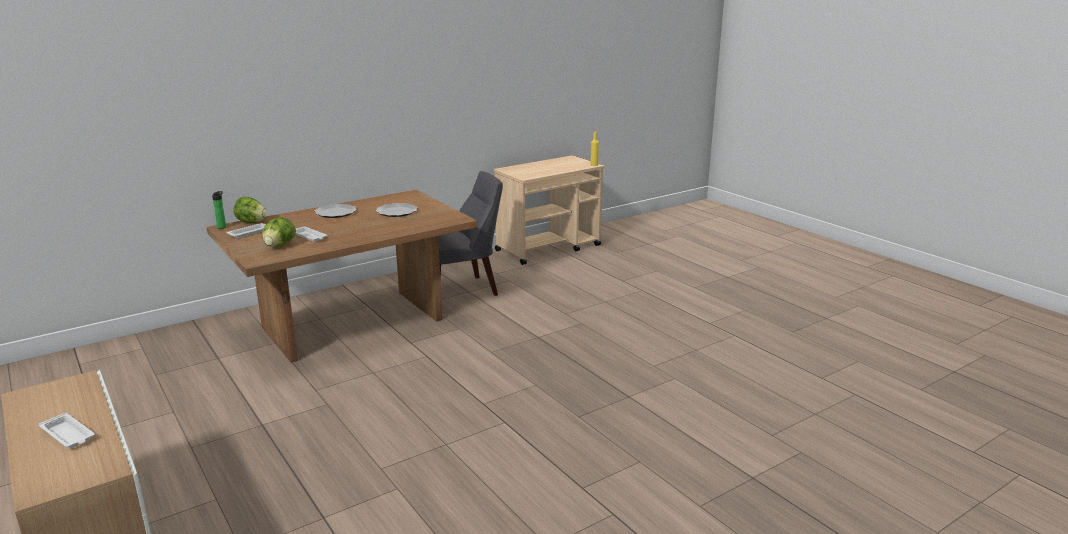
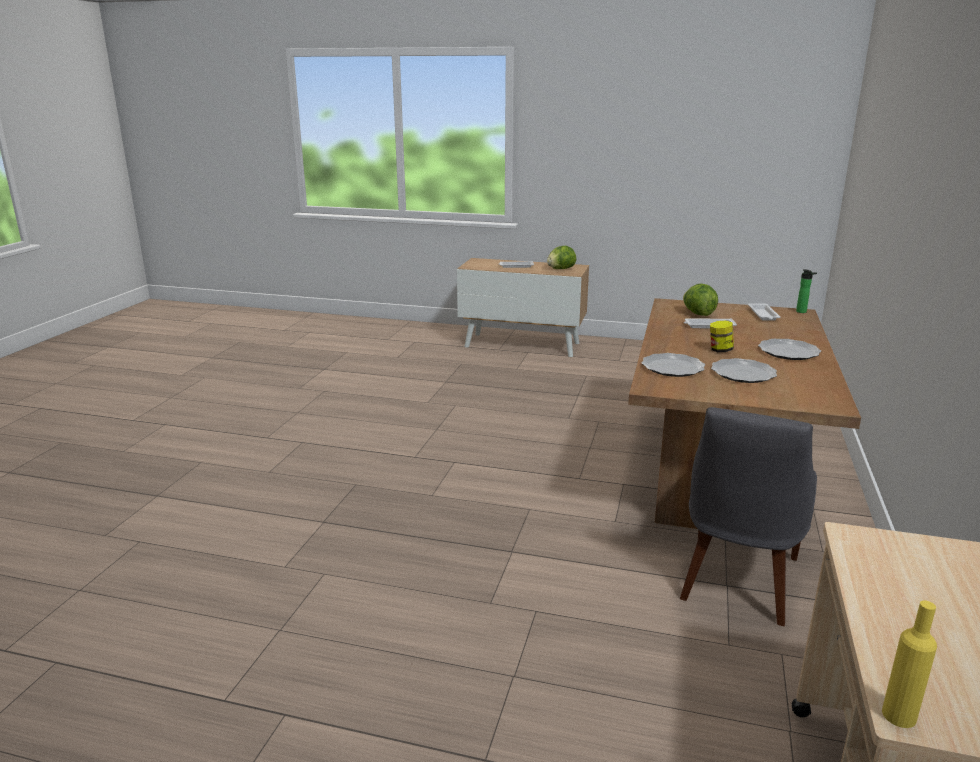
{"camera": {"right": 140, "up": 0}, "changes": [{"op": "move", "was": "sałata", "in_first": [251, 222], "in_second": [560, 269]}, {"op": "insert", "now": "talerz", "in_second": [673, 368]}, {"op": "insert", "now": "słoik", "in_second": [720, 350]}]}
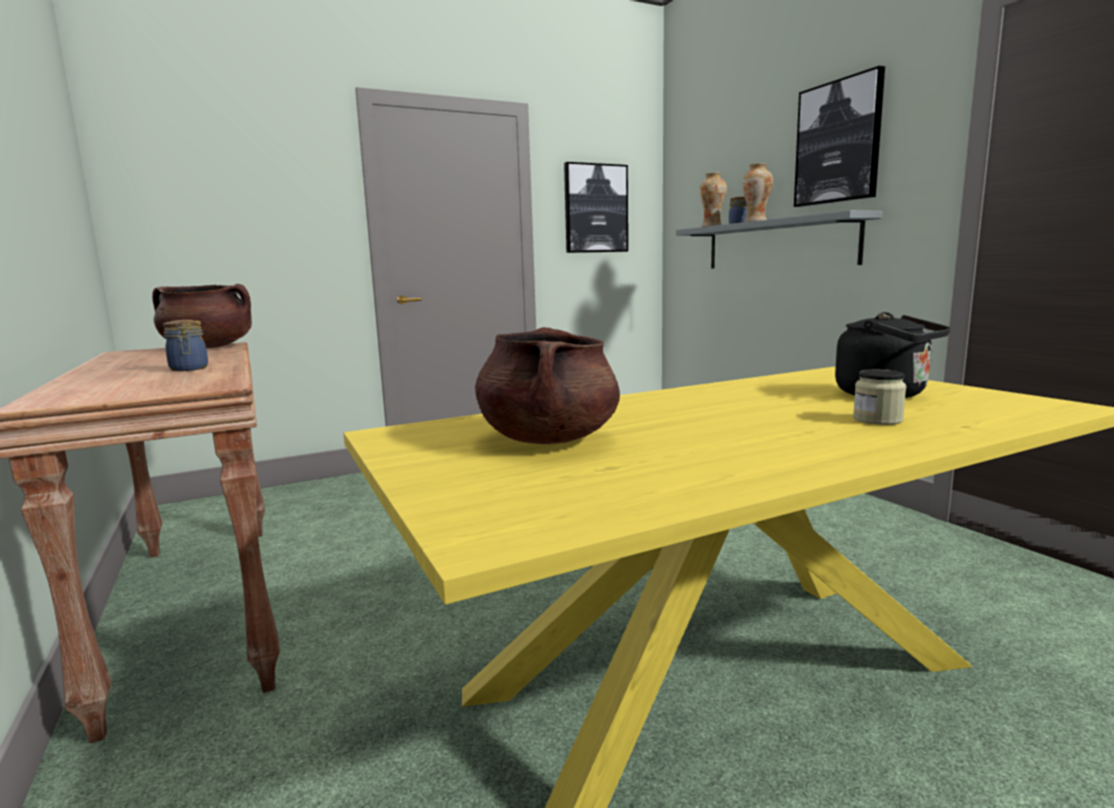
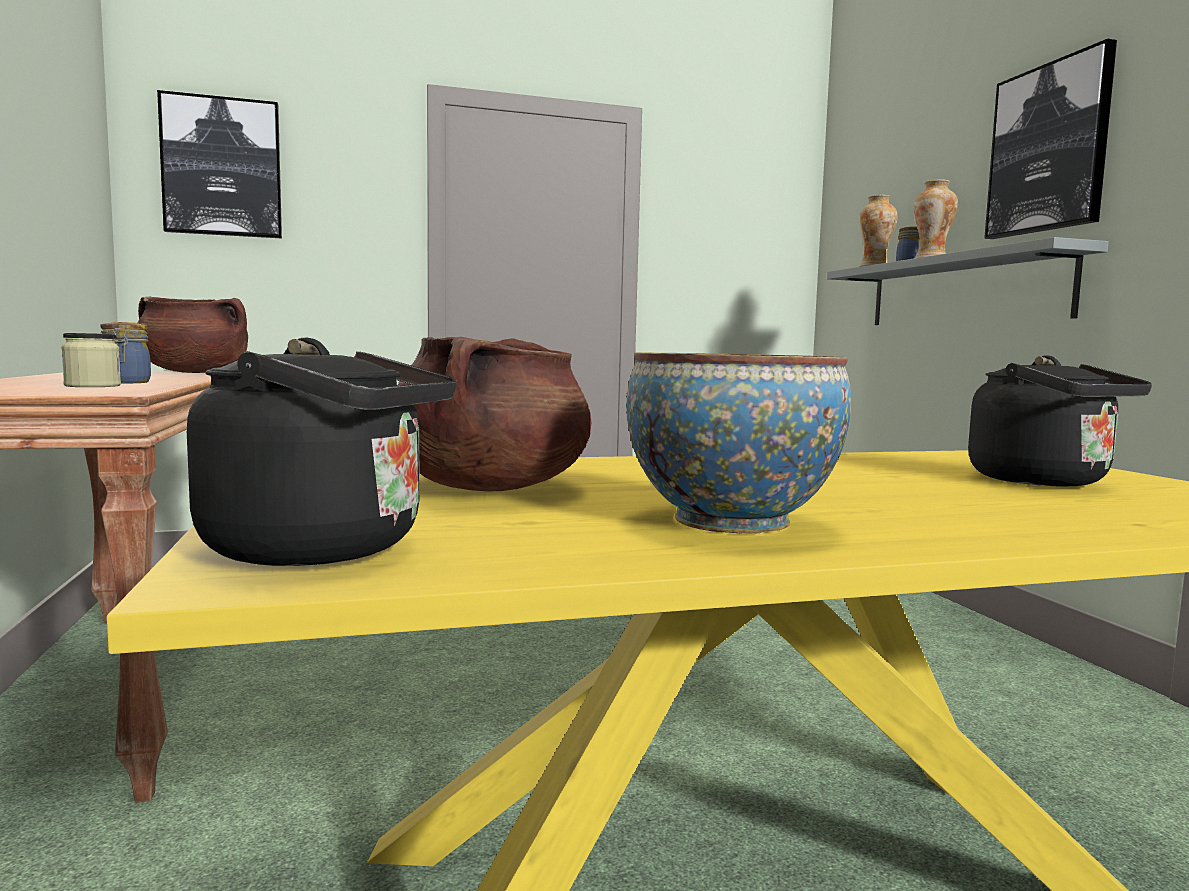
{"camera": {"right": 10, "up": -5}, "changes": [{"op": "move", "was": "obraz", "in_first": [595, 208], "in_second": [222, 167]}, {"op": "move", "was": "słoik", "in_first": [877, 419], "in_second": [92, 386]}, {"op": "insert", "now": "czajnik [czarny]", "in_second": [328, 548]}, {"op": "insert", "now": "miska", "in_second": [731, 521]}]}
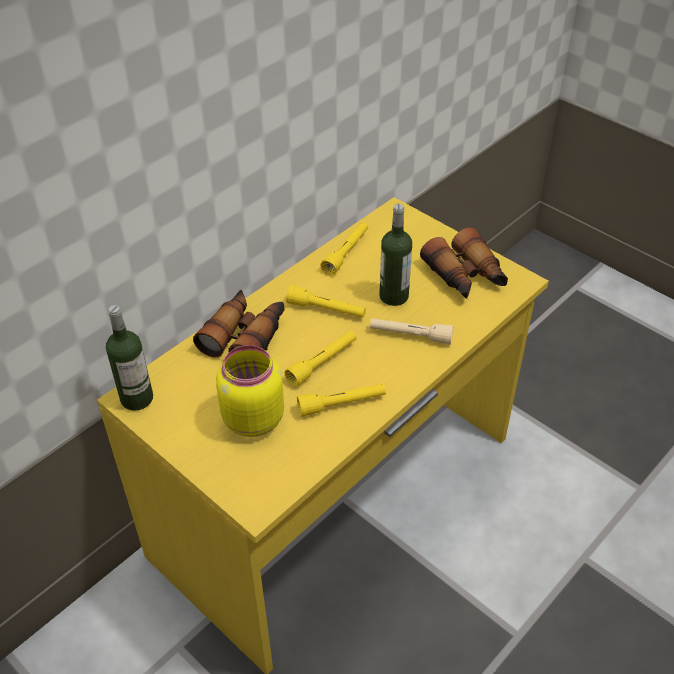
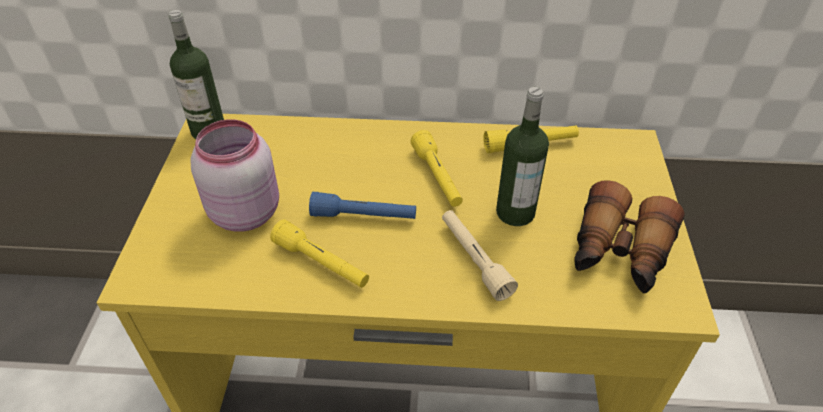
{"camera": {"right": 50, "up": 0}, "changes": [{"op": "delete", "was": "lornetka", "in_first": [245, 335]}, {"op": "recolor", "was": "słoik [żółty]", "now": "słoik [różowy]", "in_first": [251, 419], "in_second": [245, 211]}, {"op": "recolor", "was": "latarka [żółty]", "now": "latarka [niebieski]", "in_first": [322, 363], "in_second": [364, 216]}]}
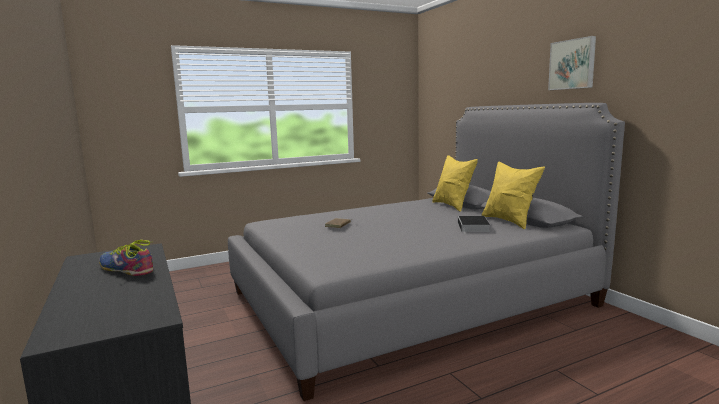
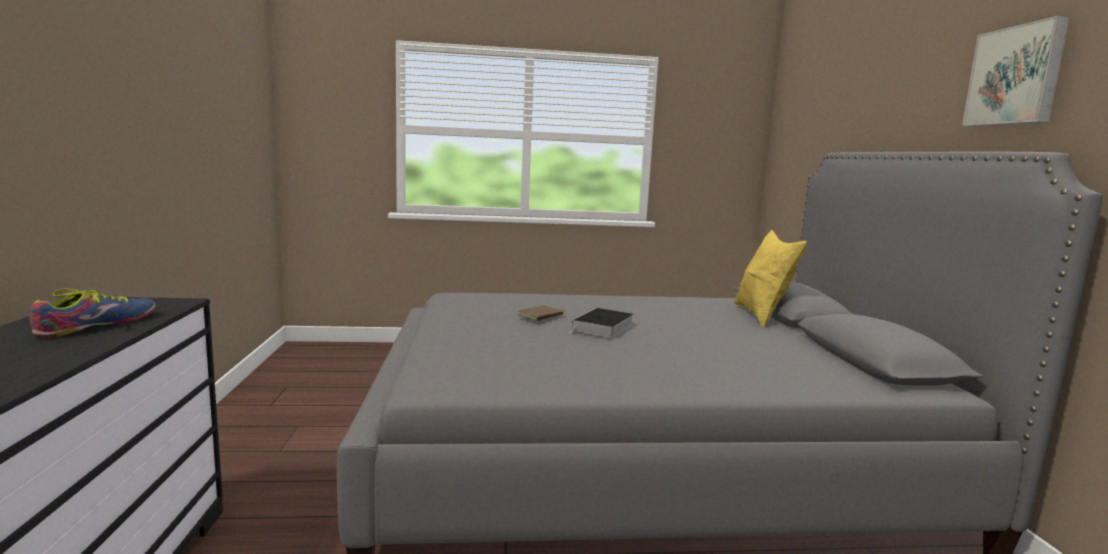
{"camera": {"right": 20, "up": 0}, "changes": [{"op": "rotate", "was": "but", "in_first": [126, 269], "in_second": [97, 325], "clockwise": 60}, {"op": "move", "was": "książka", "in_first": [473, 227], "in_second": [602, 328]}, {"op": "delete", "was": "poduszka [żółty]", "in_first": [509, 221]}]}
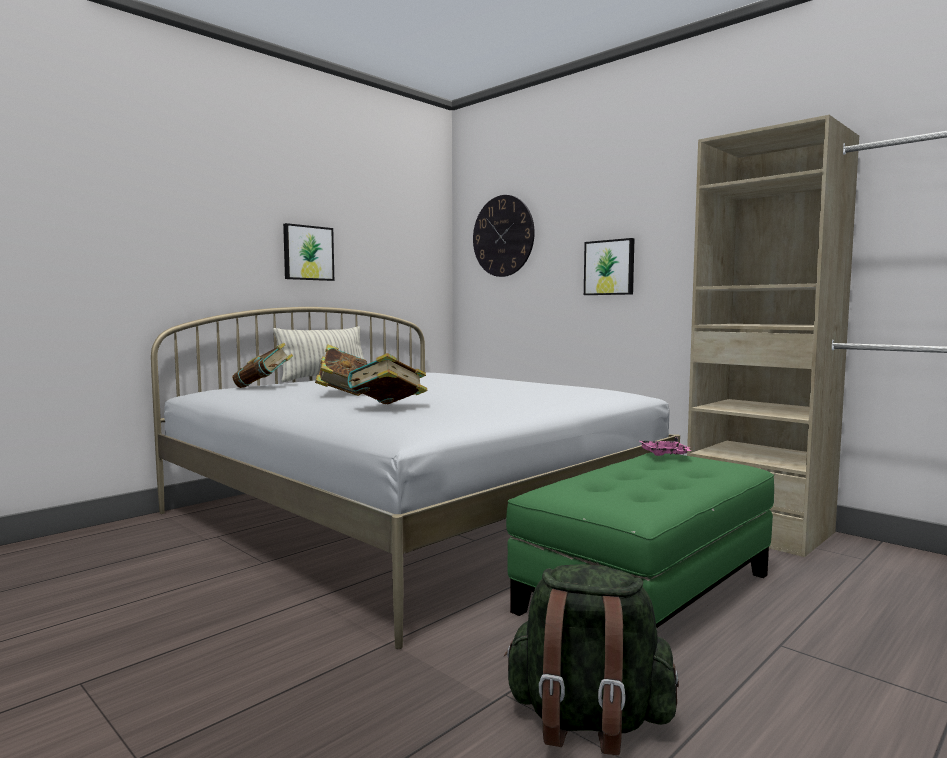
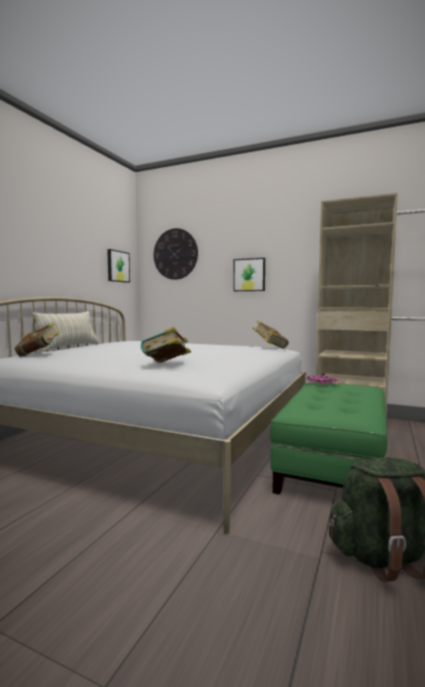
{"camera": {"right": -20, "up": 0}, "changes": [{"op": "move", "was": "obraz", "in_first": [308, 253], "in_second": [117, 266]}, {"op": "move", "was": "książka", "in_first": [342, 393], "in_second": [270, 348]}]}
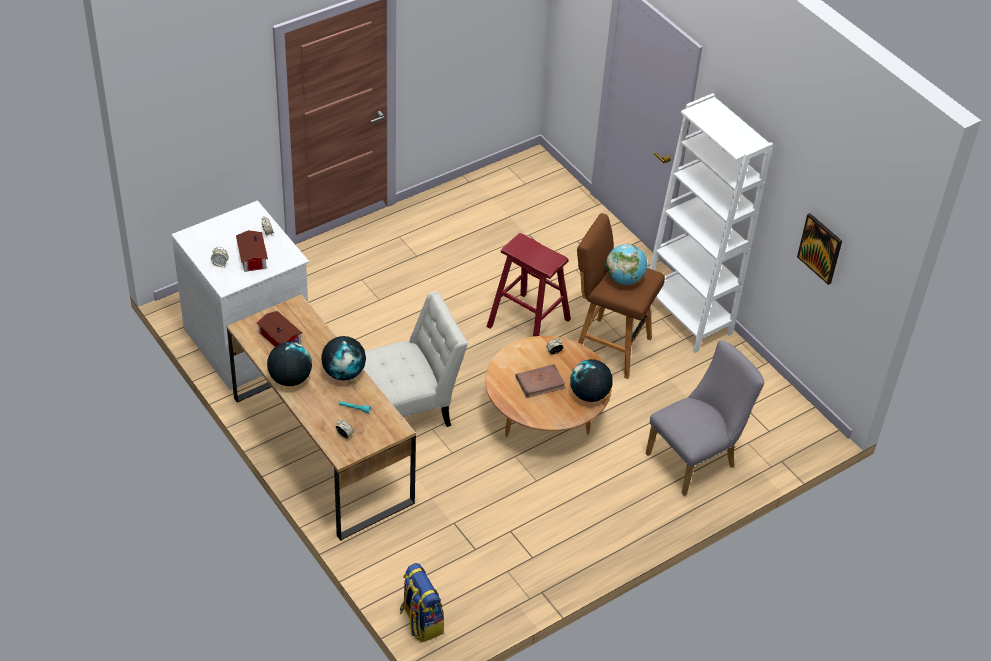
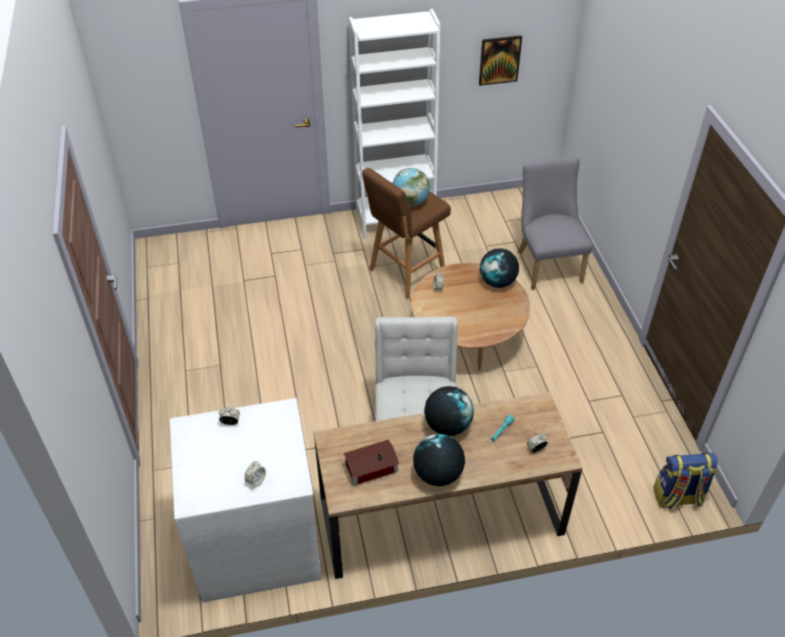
{"camera": {"right": -65, "up": 0}, "changes": [{"op": "delete", "was": "domek", "in_first": [251, 258]}, {"op": "delete", "was": "stołek [czerwony]", "in_first": [528, 323]}, {"op": "delete", "was": "książka [brązowy]", "in_first": [540, 382]}]}
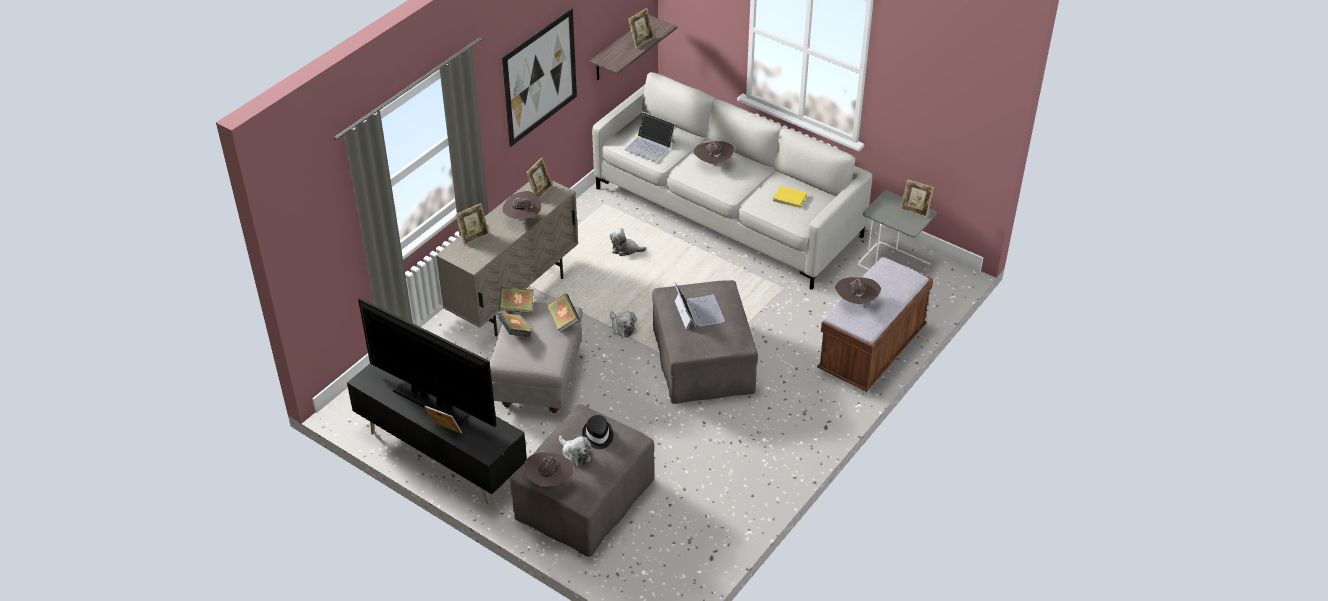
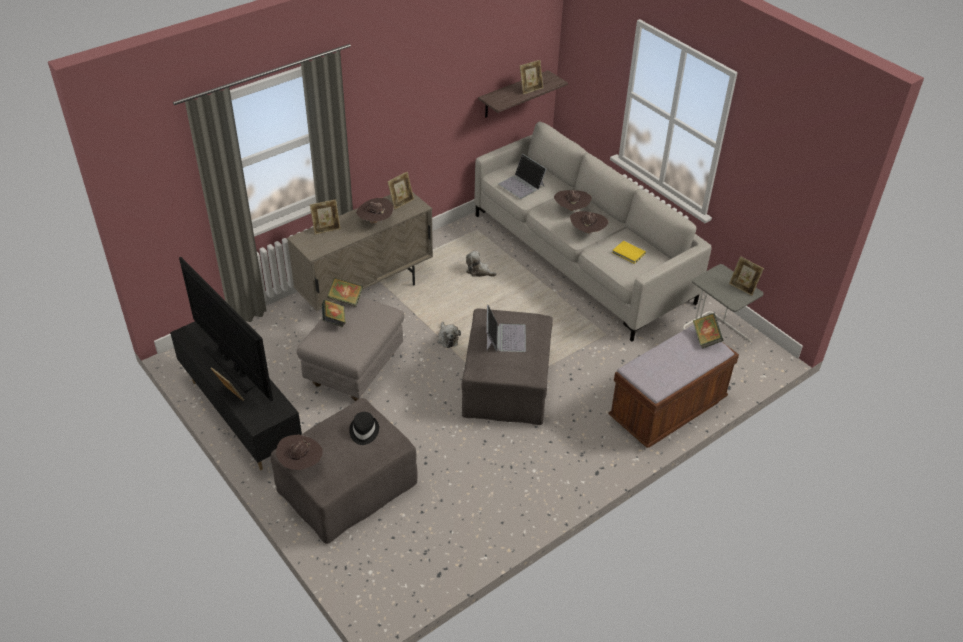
{"camera": {"right": 15, "up": 0}, "changes": [{"op": "delete", "was": "obraz", "in_first": [540, 77]}, {"op": "move", "was": "książka", "in_first": [563, 321], "in_second": [705, 338]}, {"op": "delete", "was": "pluszak", "in_first": [575, 454]}, {"op": "move", "was": "kapelusz [brązowy]", "in_first": [856, 301], "in_second": [587, 232]}]}
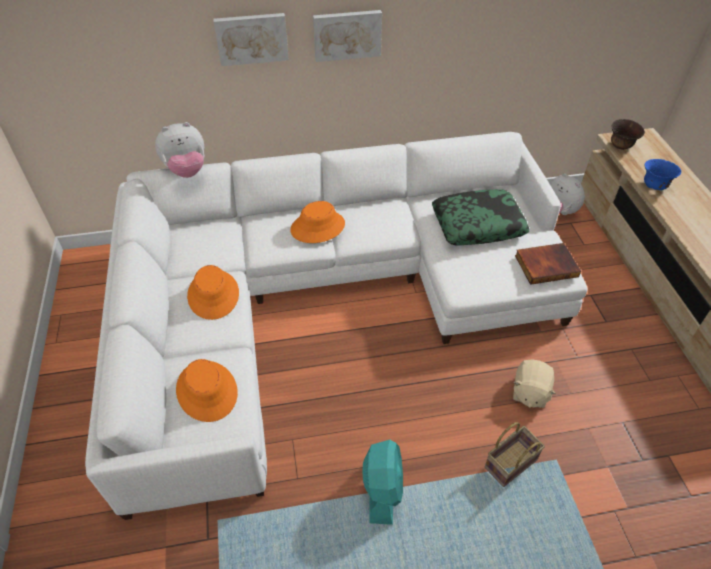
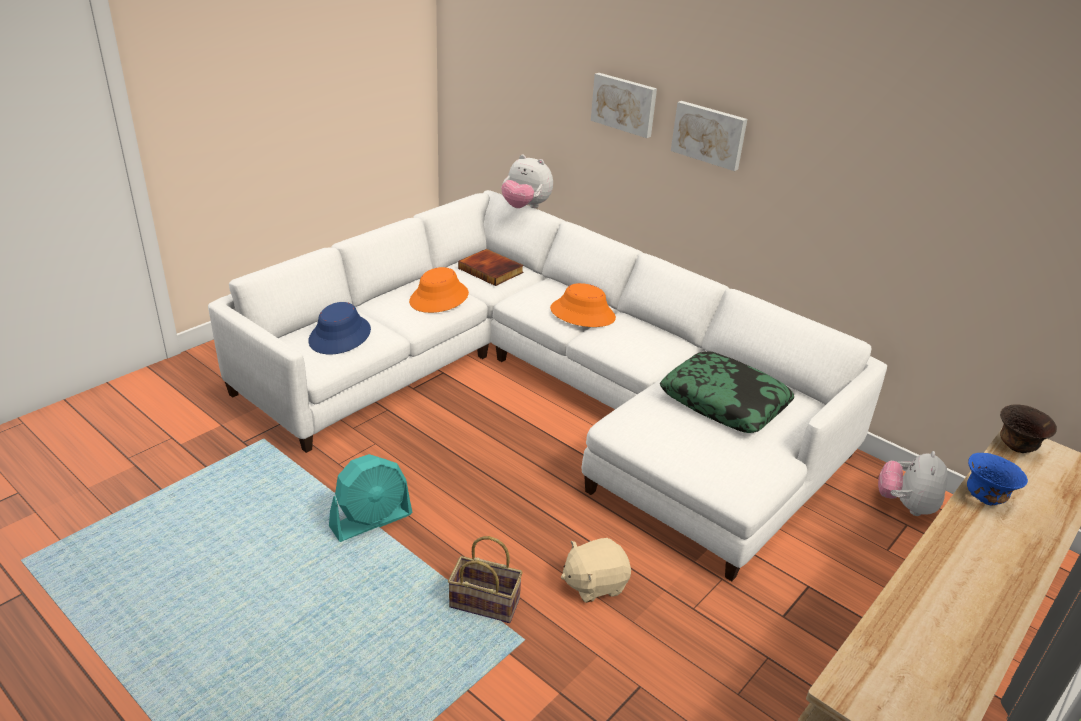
{"camera": {"right": 50, "up": -15}, "changes": [{"op": "recolor", "was": "kapelusz [pomarańczowy]", "now": "kapelusz [niebieski]", "in_first": [207, 391], "in_second": [340, 336]}, {"op": "move", "was": "książka", "in_first": [546, 265], "in_second": [491, 270]}]}
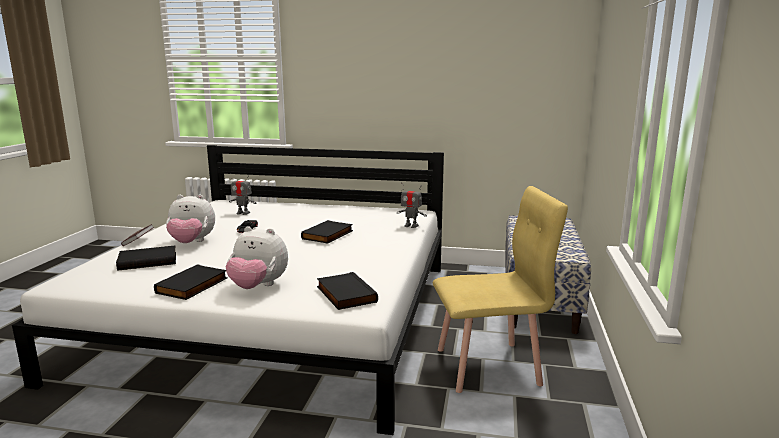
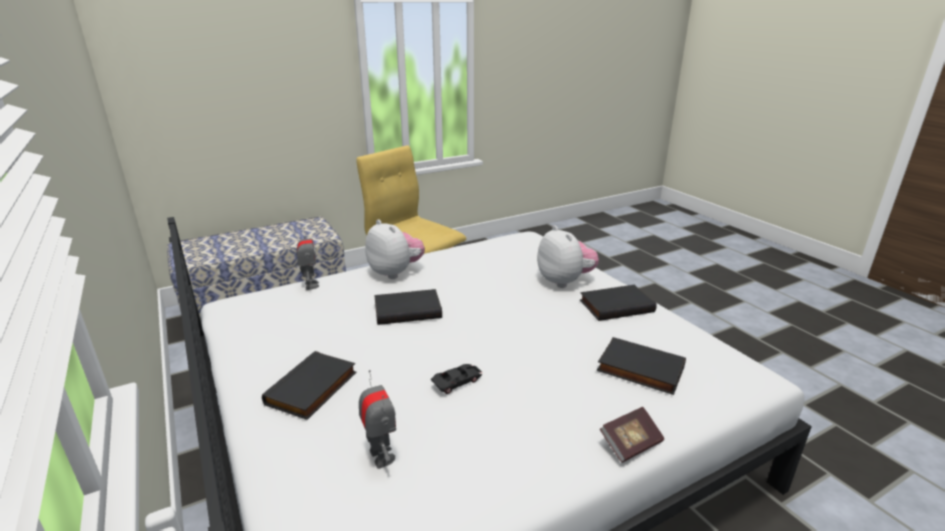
{"camera": {"right": -130, "up": 10}, "changes": [{"op": "move", "was": "pluszak", "in_first": [192, 243], "in_second": [395, 272]}, {"op": "move", "was": "książka [czarny]", "in_first": [344, 294], "in_second": [313, 389]}]}
